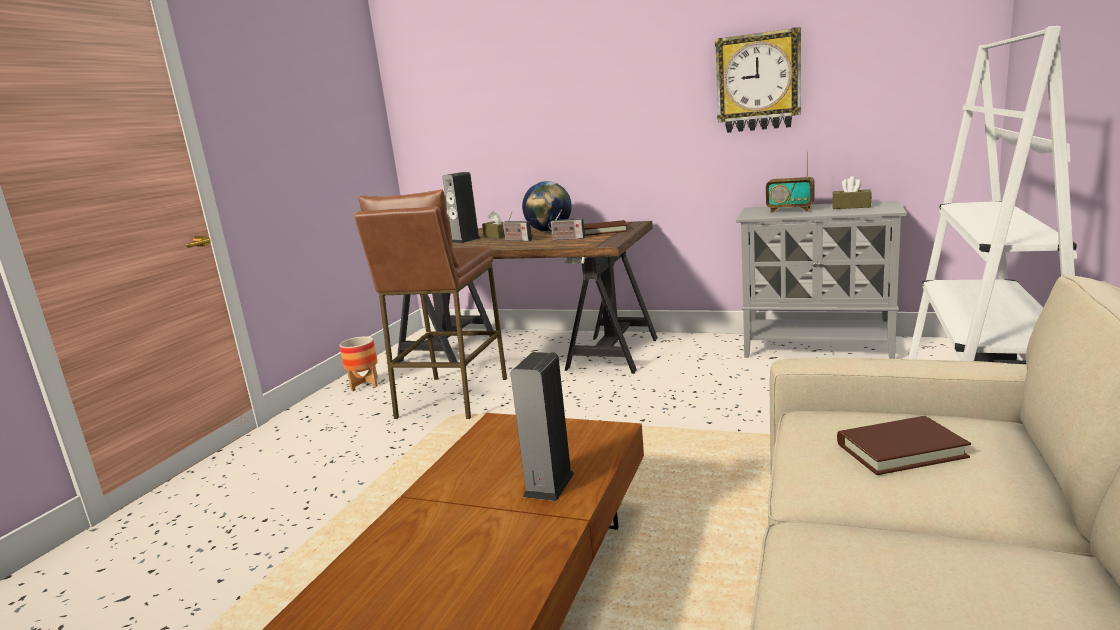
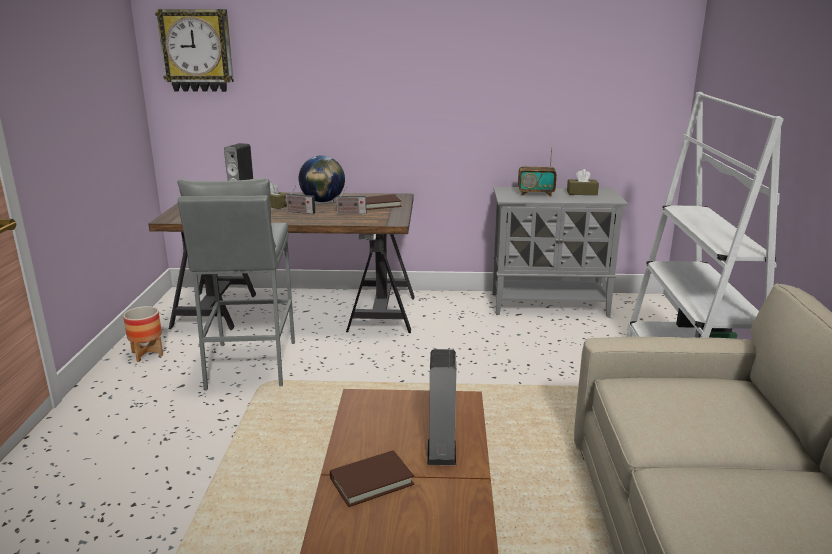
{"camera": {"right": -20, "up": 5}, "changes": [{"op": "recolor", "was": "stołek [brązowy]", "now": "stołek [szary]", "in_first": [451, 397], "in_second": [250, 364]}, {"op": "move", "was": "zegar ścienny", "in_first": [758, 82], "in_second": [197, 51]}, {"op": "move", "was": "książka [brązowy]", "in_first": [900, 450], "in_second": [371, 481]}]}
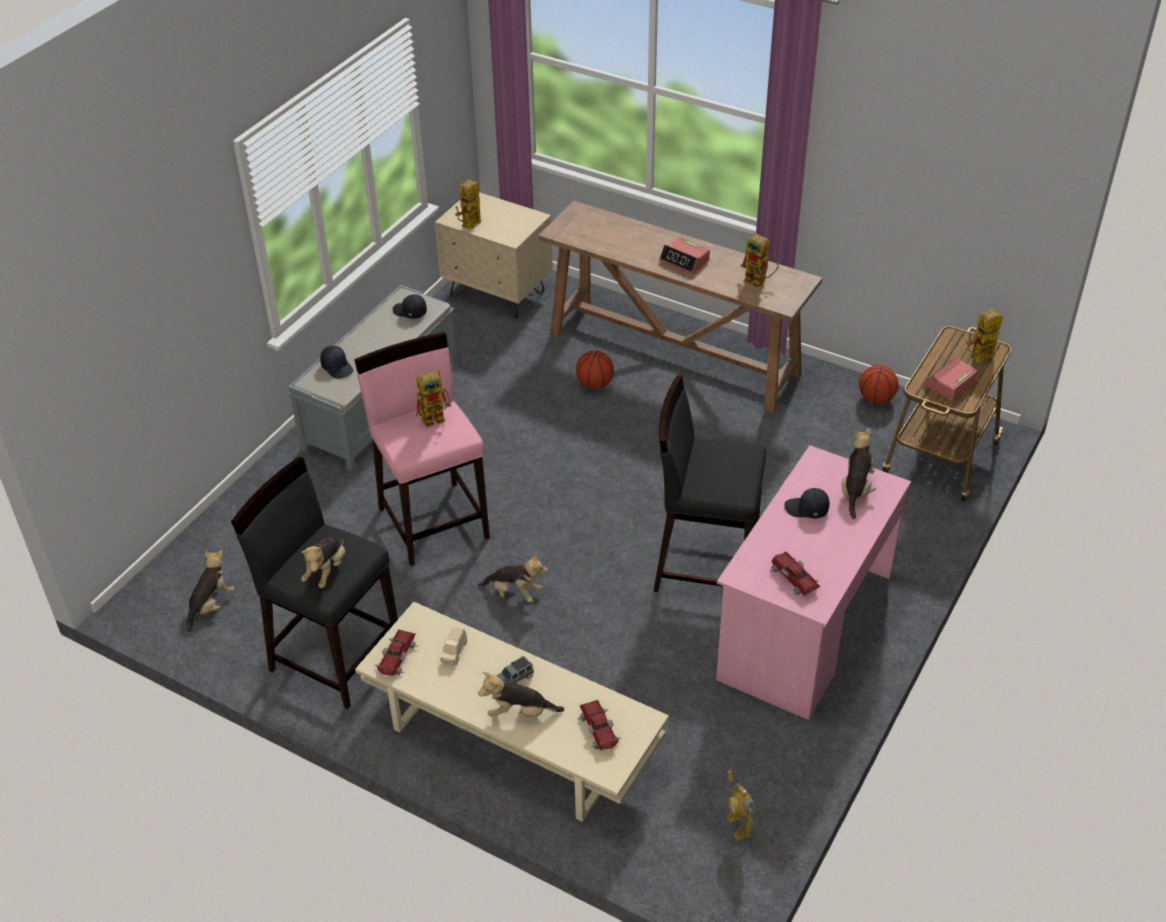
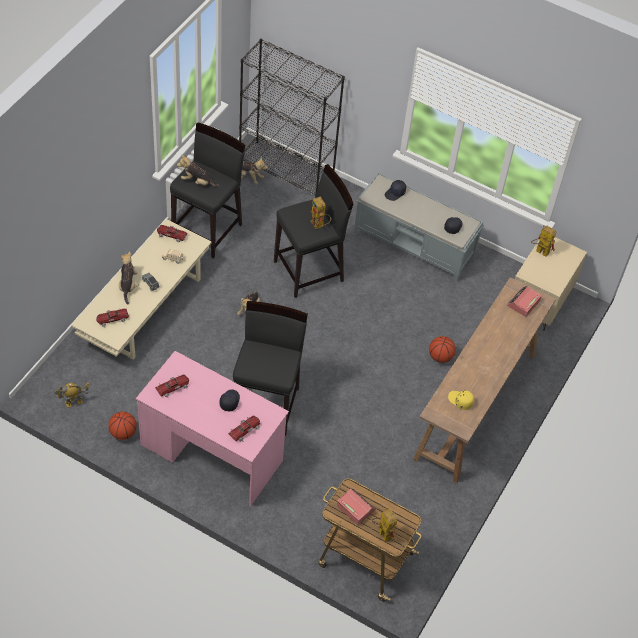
{"camera": {"right": 85, "up": 10}, "changes": [{"op": "recolor", "was": "stołek [różowy]", "now": "stołek [czarny]", "in_first": [434, 522], "in_second": [309, 271]}, {"op": "move", "was": "budzik", "in_first": [684, 261], "in_second": [523, 303]}, {"op": "replace", "was": "robot zabawkowy", "now": "czapka z daszkiem [żółty]", "in_first": [759, 282], "in_second": [460, 401]}, {"op": "replace", "was": "pluszak", "now": "samochodzik", "in_first": [856, 490], "in_second": [244, 430]}, {"op": "move", "was": "piłka do koszykówki", "in_first": [876, 399], "in_second": [123, 433]}, {"op": "insert", "now": "regał [czarny]", "in_second": [286, 170]}]}
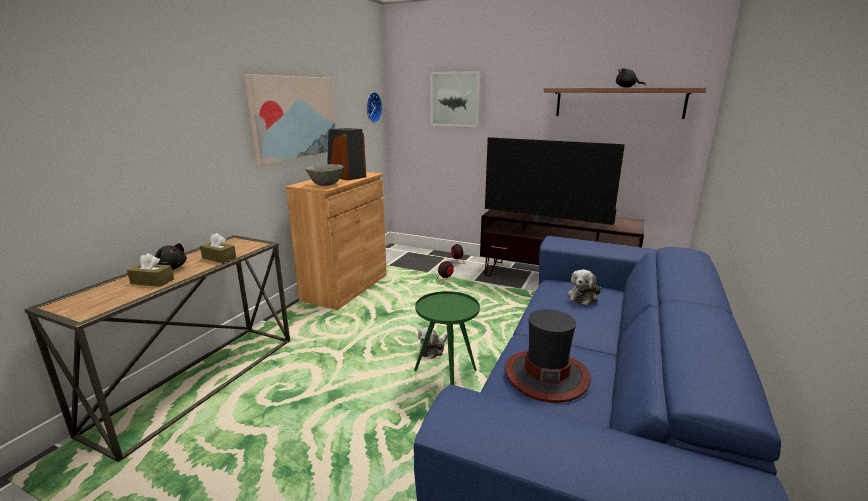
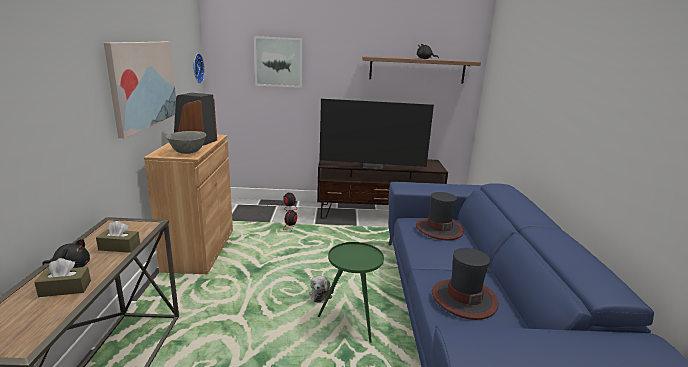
{"camera": {"right": -25, "up": 0}, "changes": [{"op": "replace", "was": "pluszak", "now": "kapelusz", "in_first": [583, 296], "in_second": [439, 229]}]}
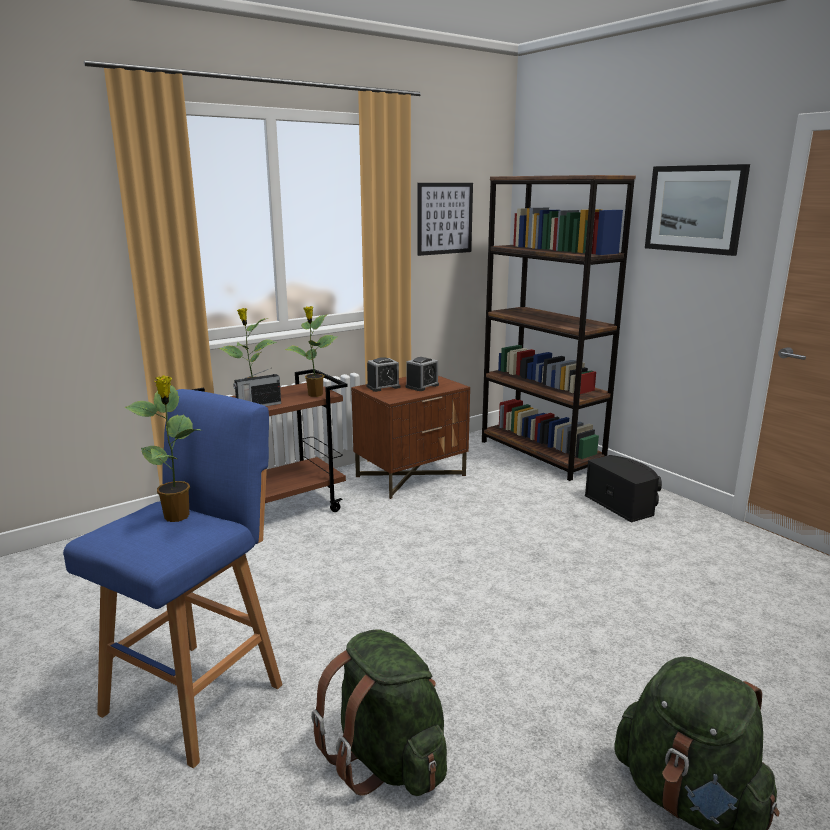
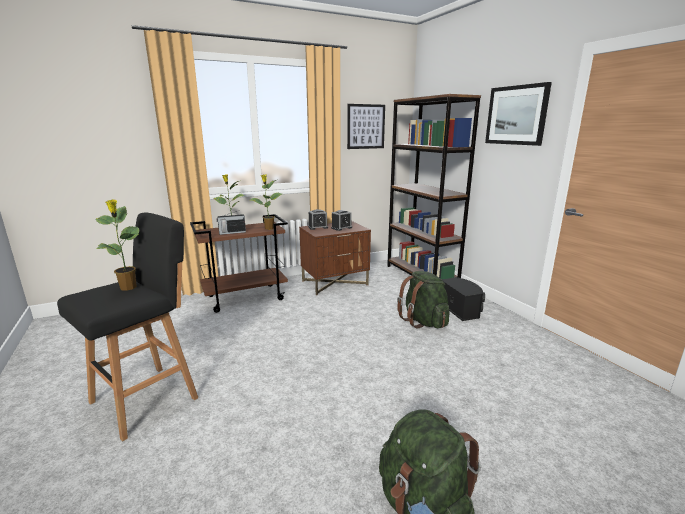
{"camera": {"right": 10, "up": 0}, "changes": [{"op": "recolor", "was": "stołek [niebieski]", "now": "stołek [czarny]", "in_first": [198, 695], "in_second": [148, 398]}, {"op": "move", "was": "plecak [zielony]", "in_first": [387, 758], "in_second": [423, 321]}]}
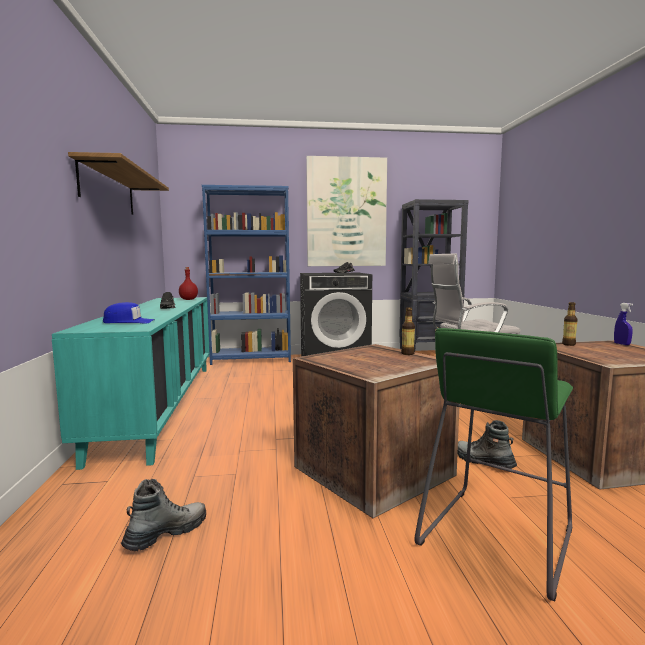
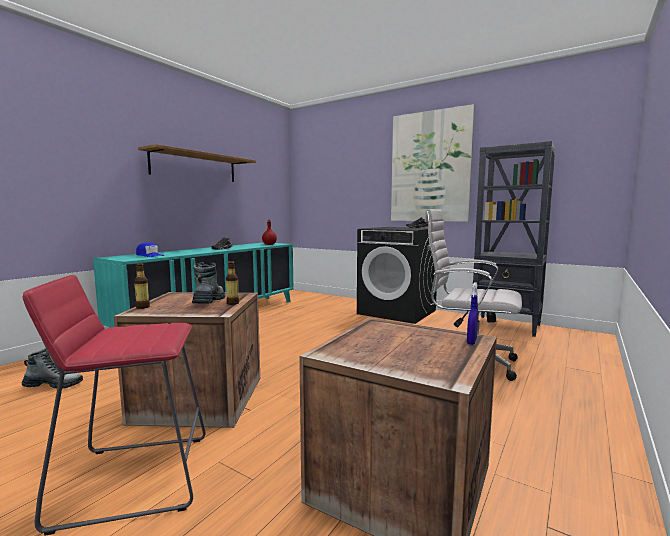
{"camera": {"right": 40, "up": 0}, "changes": [{"op": "delete", "was": "regał [niebieski]", "in_first": [251, 359]}, {"op": "recolor", "was": "stołek [zielony]", "now": "stołek [czerwony]", "in_first": [496, 537], "in_second": [135, 478]}, {"op": "move", "was": "but z cholewką", "in_first": [483, 462], "in_second": [209, 302]}, {"op": "move", "was": "butelka", "in_first": [568, 344], "in_second": [142, 307]}]}
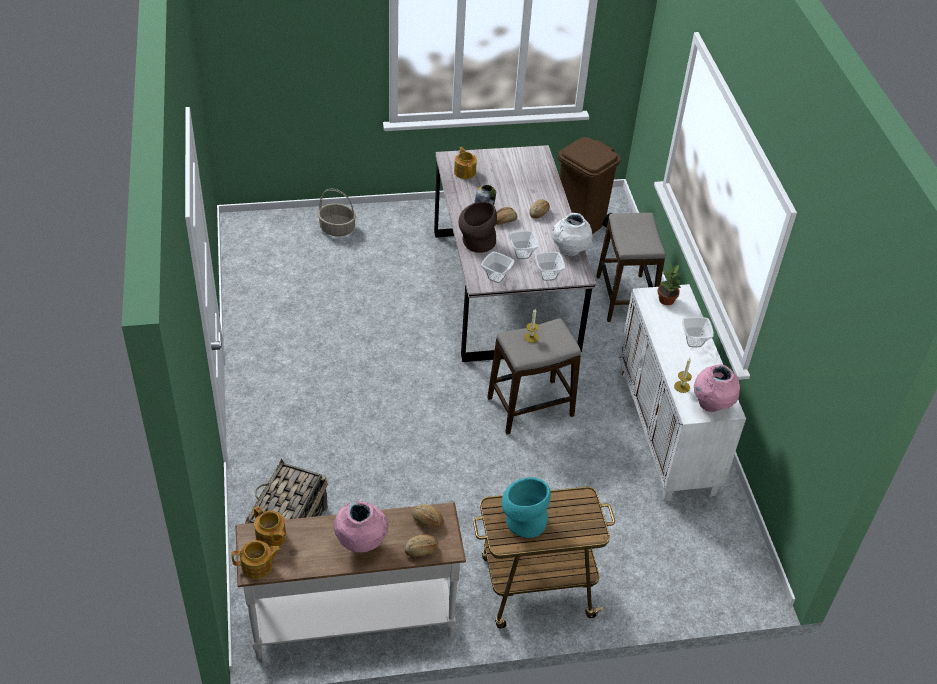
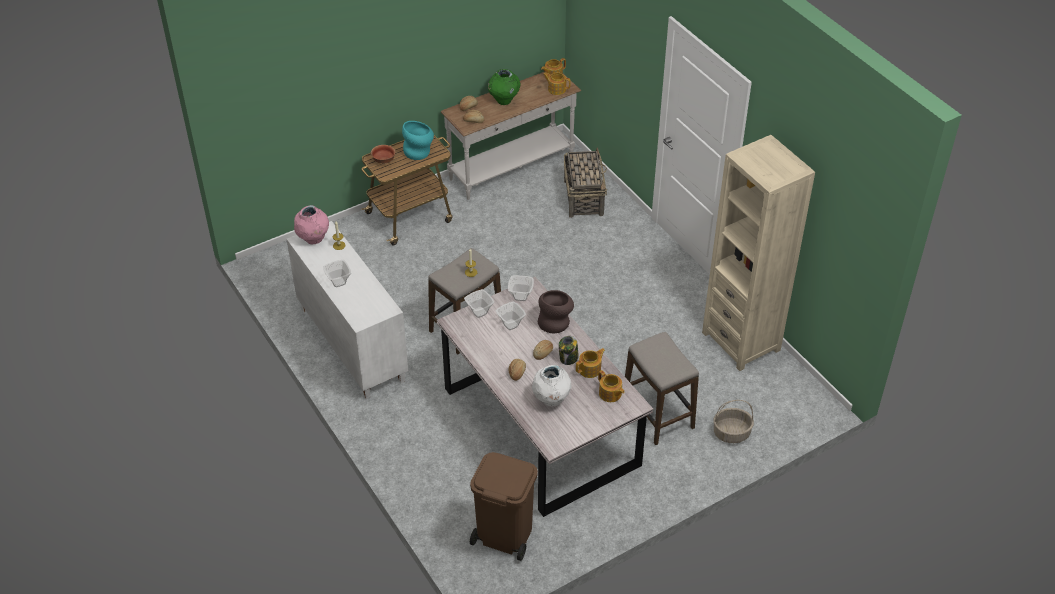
{"camera": {"right": 160, "up": 0}, "changes": [{"op": "recolor", "was": "wazon [różowy]", "now": "wazon [zielony]", "in_first": [362, 543], "in_second": [504, 100]}, {"op": "move", "was": "wazon [biały]", "in_first": [569, 251], "in_second": [551, 400]}, {"op": "move", "was": "stołek", "in_first": [624, 298], "in_second": [657, 414]}, {"op": "delete", "was": "roślina doniczkowa", "in_first": [666, 299]}, {"op": "insert", "now": "miska", "in_second": [383, 160]}, {"op": "insert", "now": "imbryk", "in_second": [590, 369]}, {"op": "insert", "now": "regał [beżowy]", "in_second": [741, 341]}]}
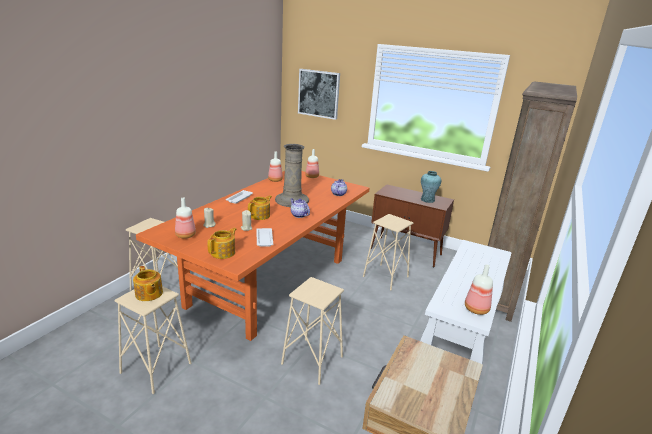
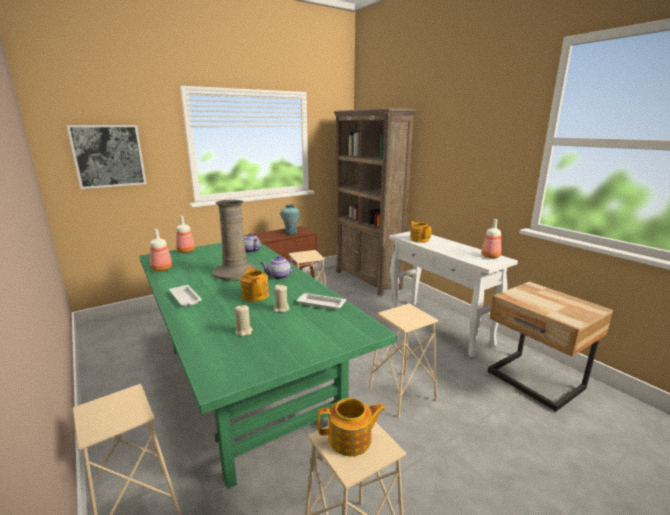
{"camera": {"right": -60, "up": -5}, "changes": [{"op": "recolor", "was": "stół jadalny [pomarańczowy]", "now": "stół jadalny [zielony]", "in_first": [271, 281], "in_second": [246, 383]}, {"op": "delete", "was": "butelka", "in_first": [185, 235]}, {"op": "move", "was": "imbryk", "in_first": [223, 252], "in_second": [419, 239]}]}
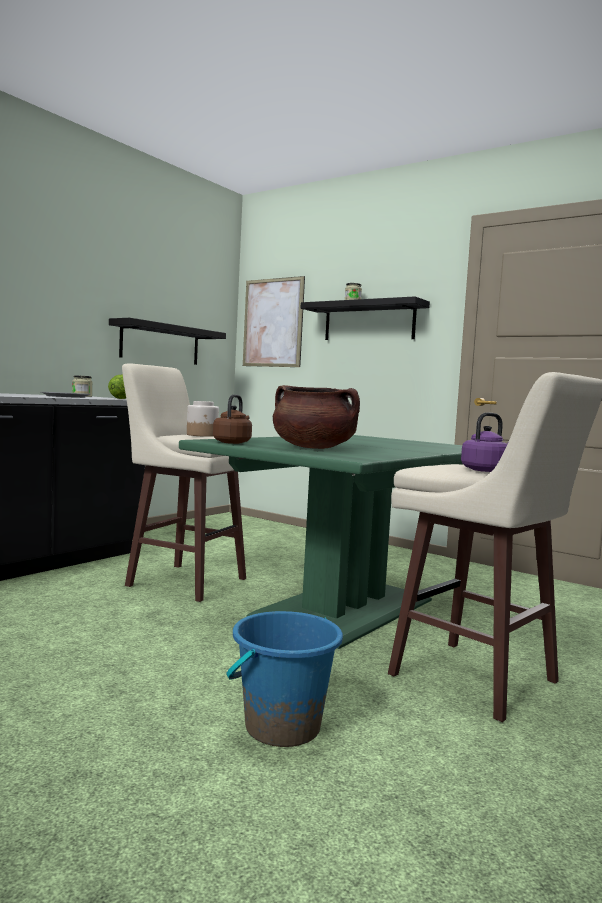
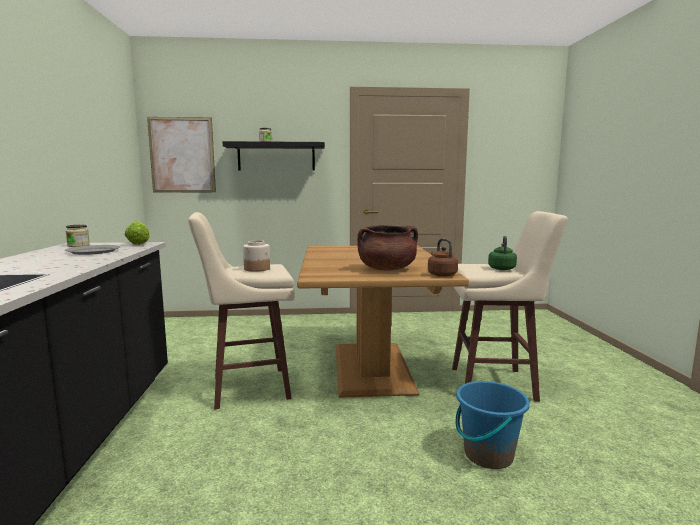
{"camera": {"right": -40, "up": 5}, "changes": [{"op": "delete", "was": "półka [czarny]", "in_first": [160, 343]}, {"op": "recolor", "was": "stół jadalny [zielony]", "now": "stół jadalny [brązowy]", "in_first": [342, 608], "in_second": [370, 368]}, {"op": "move", "was": "czajnik [brązowy]", "in_first": [233, 442], "in_second": [441, 274]}, {"op": "recolor", "was": "czajnik [fioletowy]", "now": "czajnik [zielony]", "in_first": [486, 470], "in_second": [501, 268]}]}
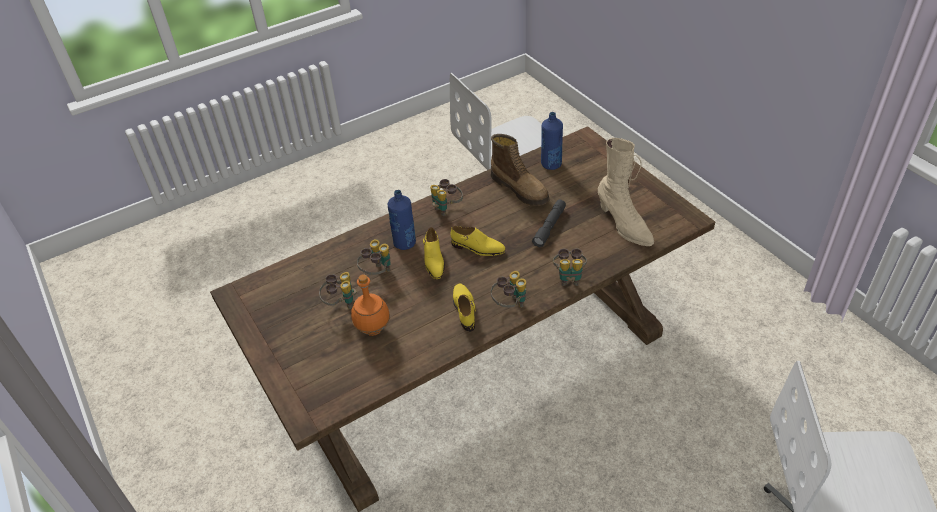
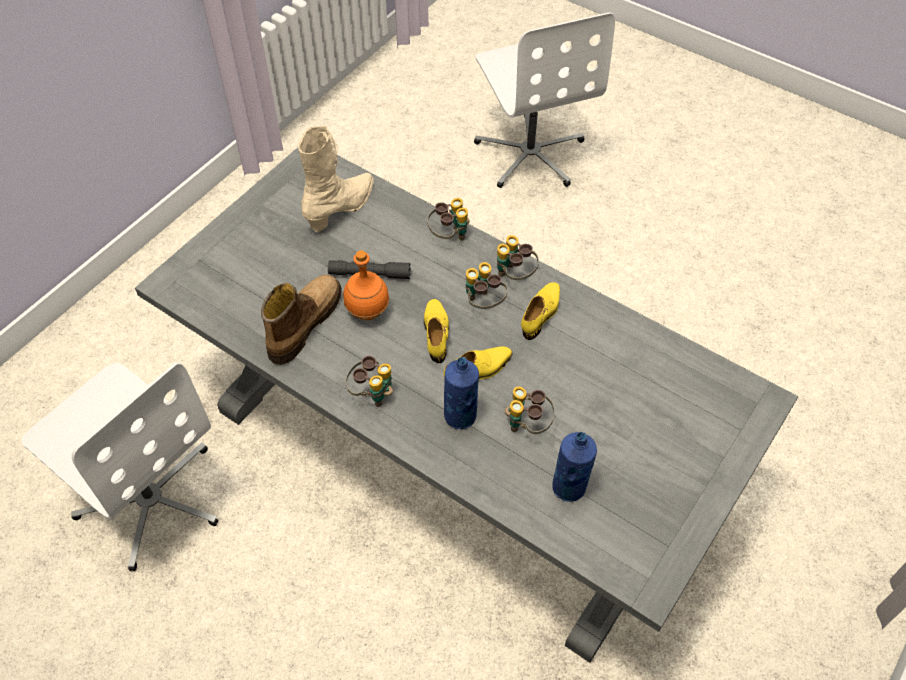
{"camera": {"right": -115, "up": 10}, "changes": [{"op": "recolor", "was": "stół jadalny [brązowy]", "now": "stół jadalny [szary]", "in_first": [475, 359], "in_second": [451, 450]}, {"op": "move", "was": "lornetka", "in_first": [341, 303], "in_second": [483, 303]}, {"op": "move", "was": "butelka [pomarańczowy]", "in_first": [373, 329], "in_second": [367, 312]}, {"op": "rotate", "was": "but [żółty]", "in_first": [464, 309], "in_second": [541, 313], "clockwise": 150}, {"op": "move", "was": "butelka [niebieski]", "in_first": [551, 164], "in_second": [569, 487]}]}
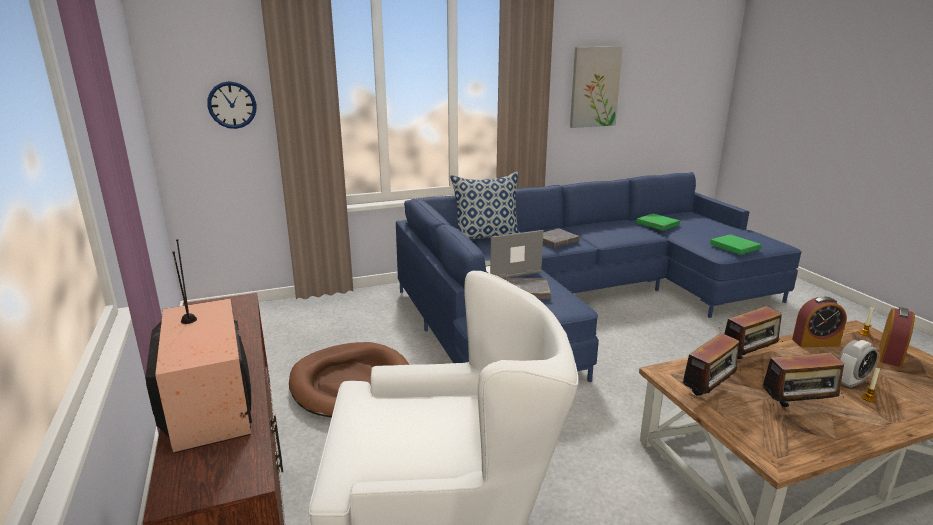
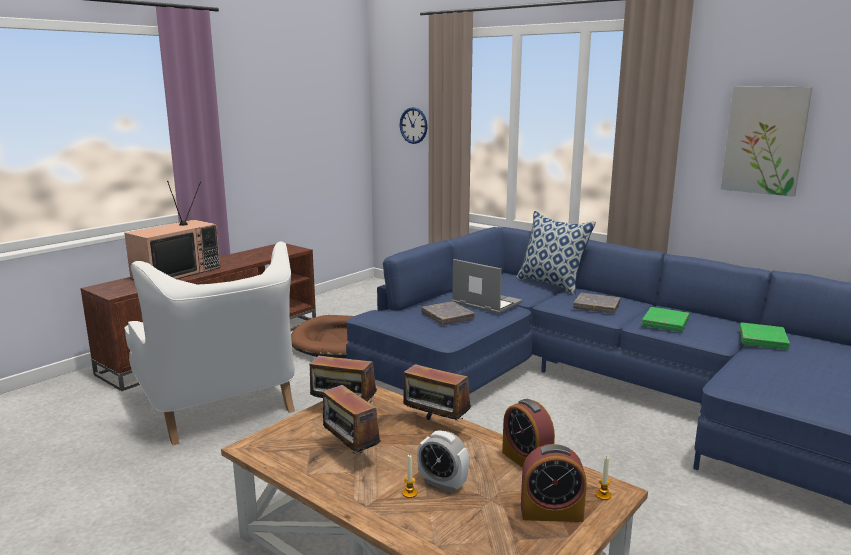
{"camera": {"right": 60, "up": -5}, "changes": [{"op": "move", "was": "książka [zielony]", "in_first": [734, 247], "in_second": [665, 323]}]}
